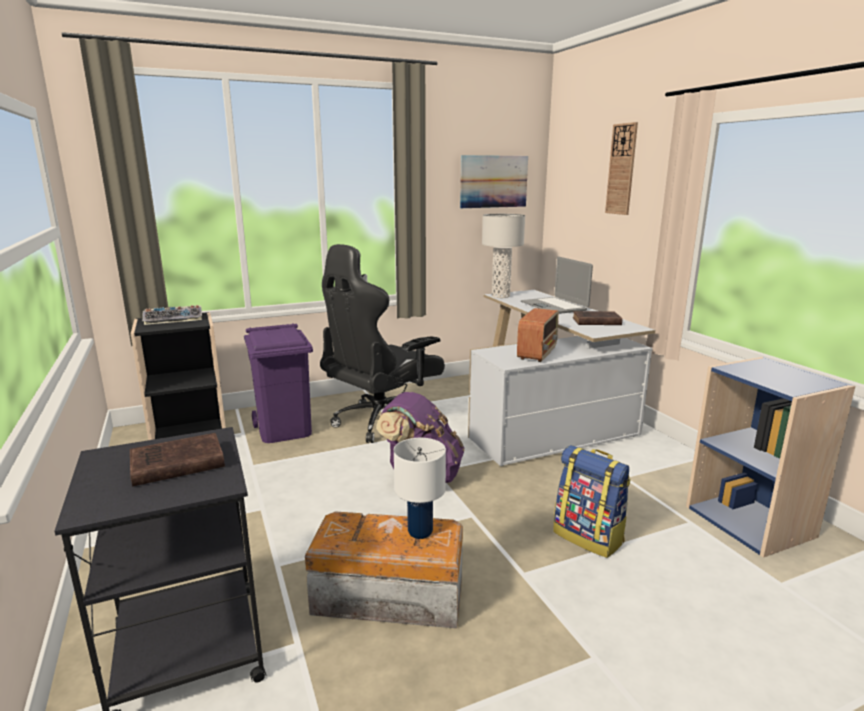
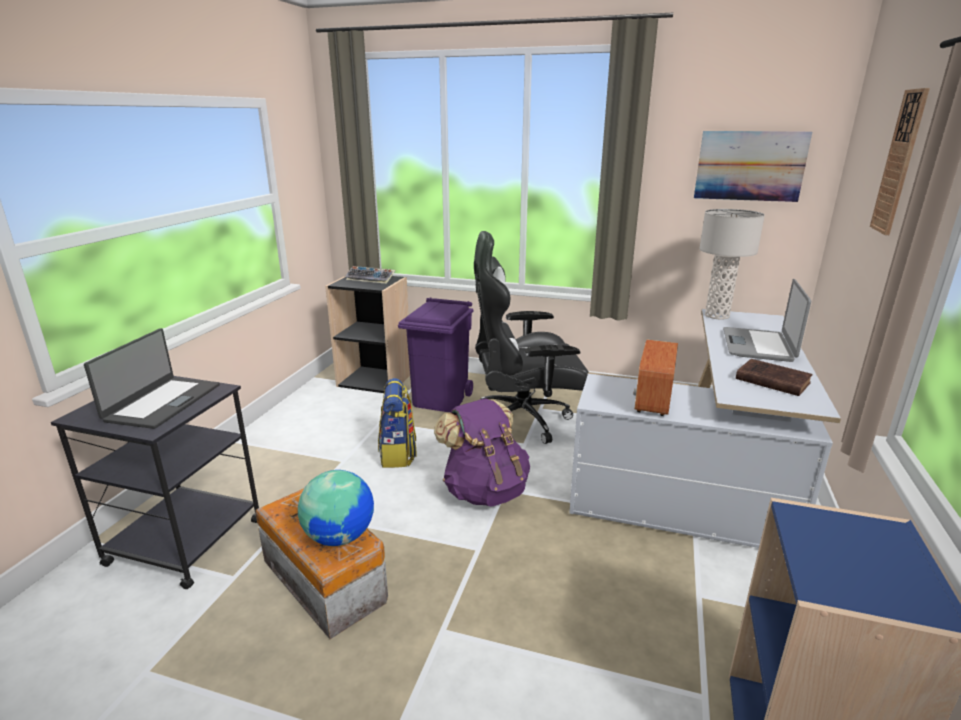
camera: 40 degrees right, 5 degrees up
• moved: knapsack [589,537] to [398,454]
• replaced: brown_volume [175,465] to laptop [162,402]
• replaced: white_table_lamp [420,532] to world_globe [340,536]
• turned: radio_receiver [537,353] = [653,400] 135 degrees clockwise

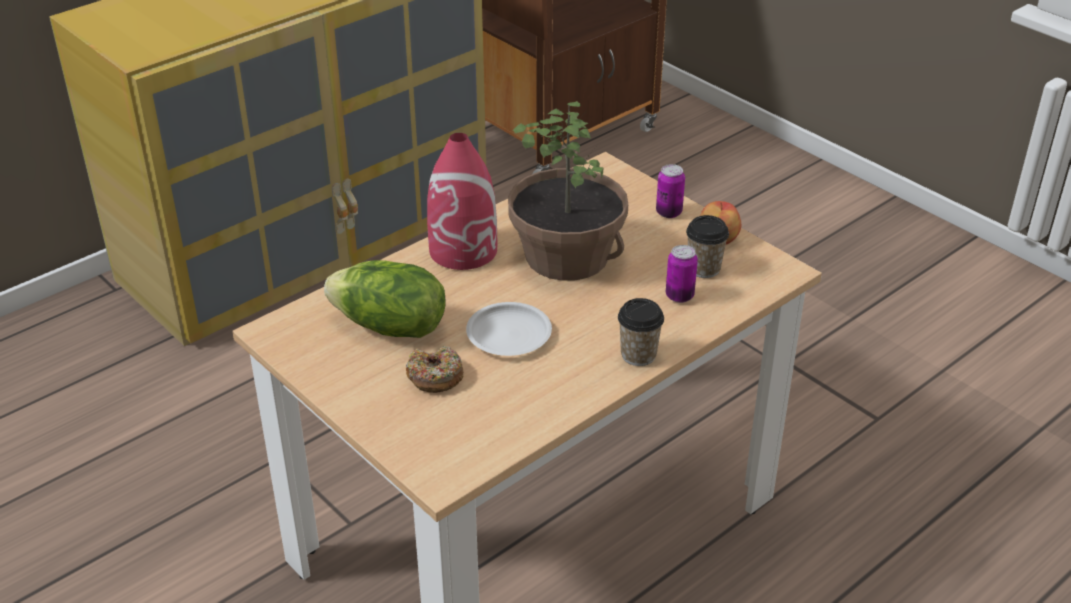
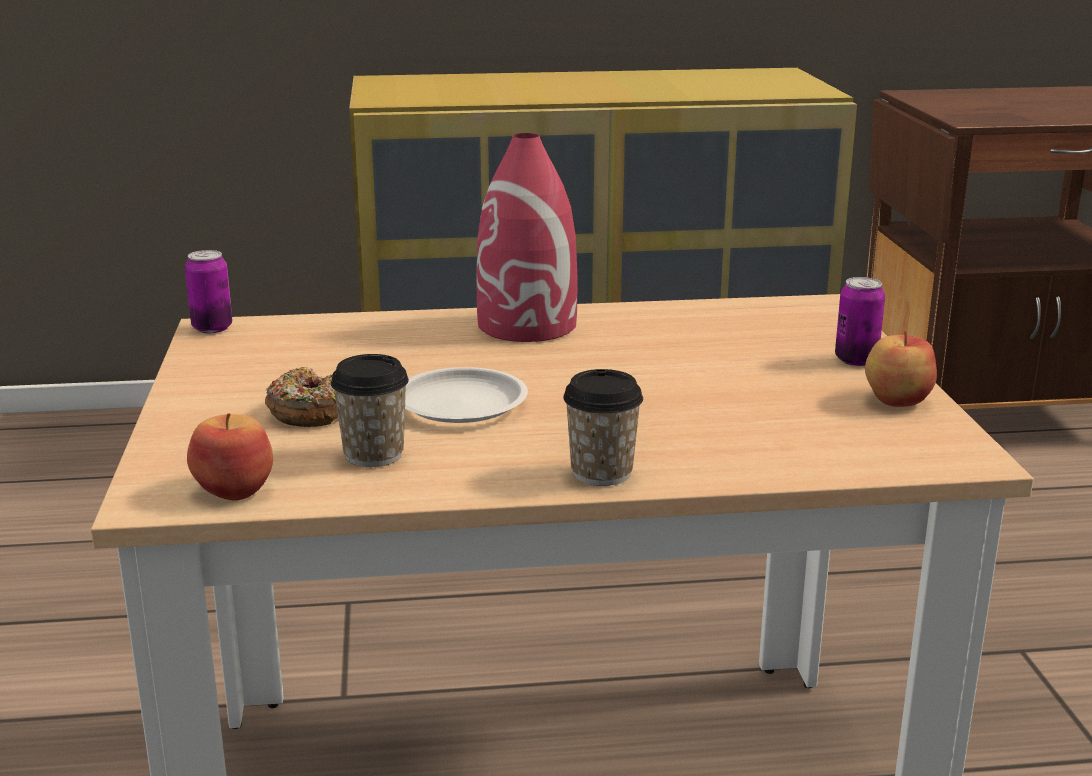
camera: 35 degrees right, 15 degrees down
• removed: head_of_lettuce [390,327]
• removed: houseplant [567,255]
• added: whole_apple [235,488]
• moved: can [679,296] to [212,328]
• moved: cup [704,269] to [373,454]

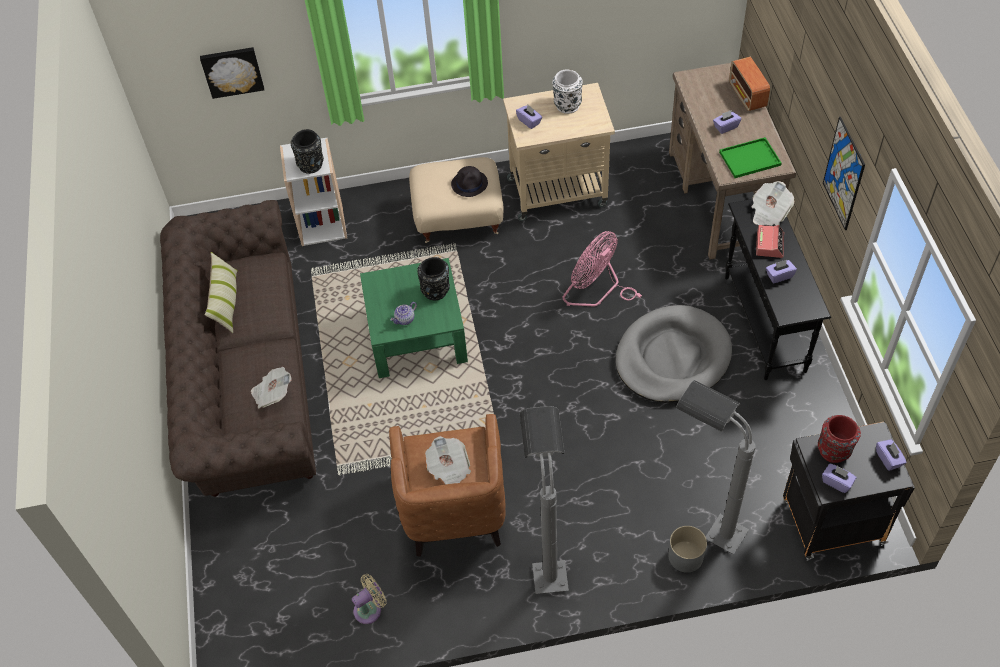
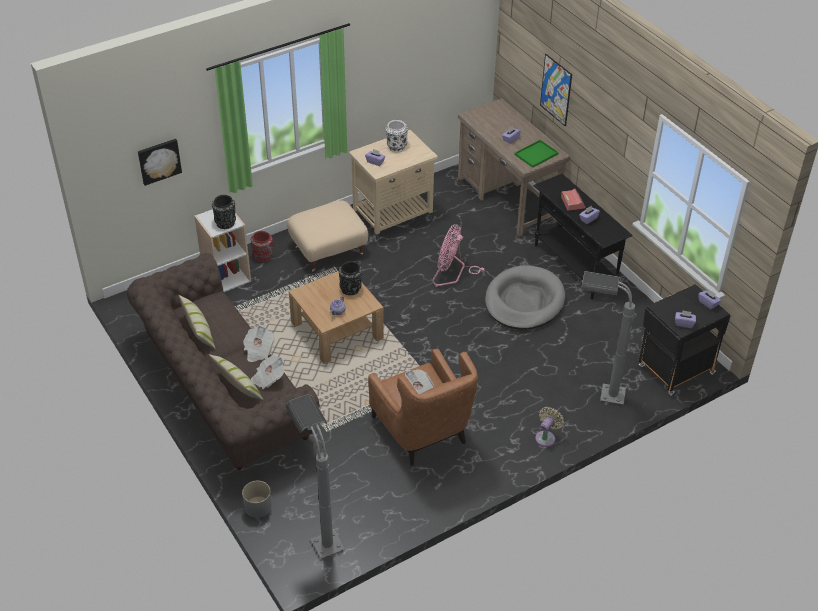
camera: 25 degrees left, 10 degrees down
• removed: black_clothing_hat [469,184]
• removed: radio_receiver [747,96]
• added: cushion [237,385]
• moved: beige_fan [370,609] to [546,437]
• moved: gray_standard_lamp [546,557] to [319,532]
• moved: gray_planter [685,556] to [258,507]
• moved: newspaper [769,212] to [258,350]
• moved: red_decorative_vase [834,451] to [263,256]
• moved: wall_art [843,174] to [556,90]
• recoloured: green_coffee_table [416,334] to brown_coffee_table [337,330]

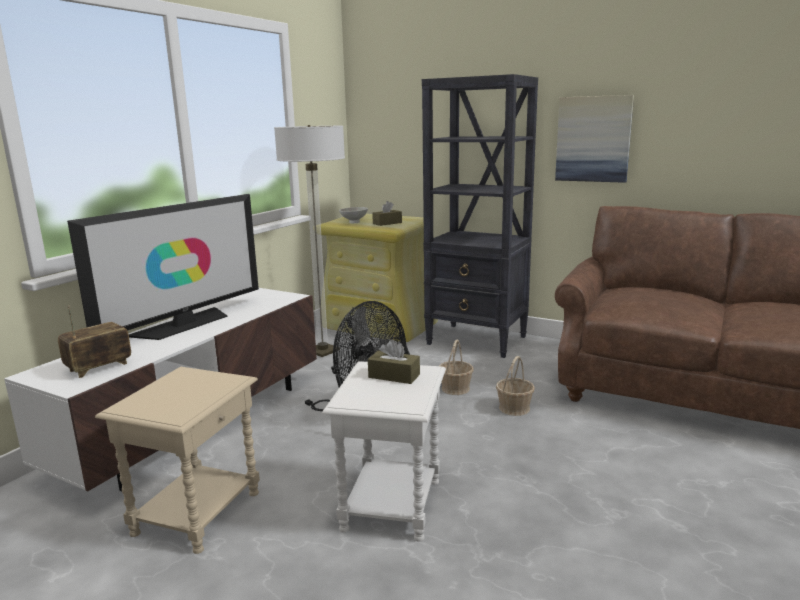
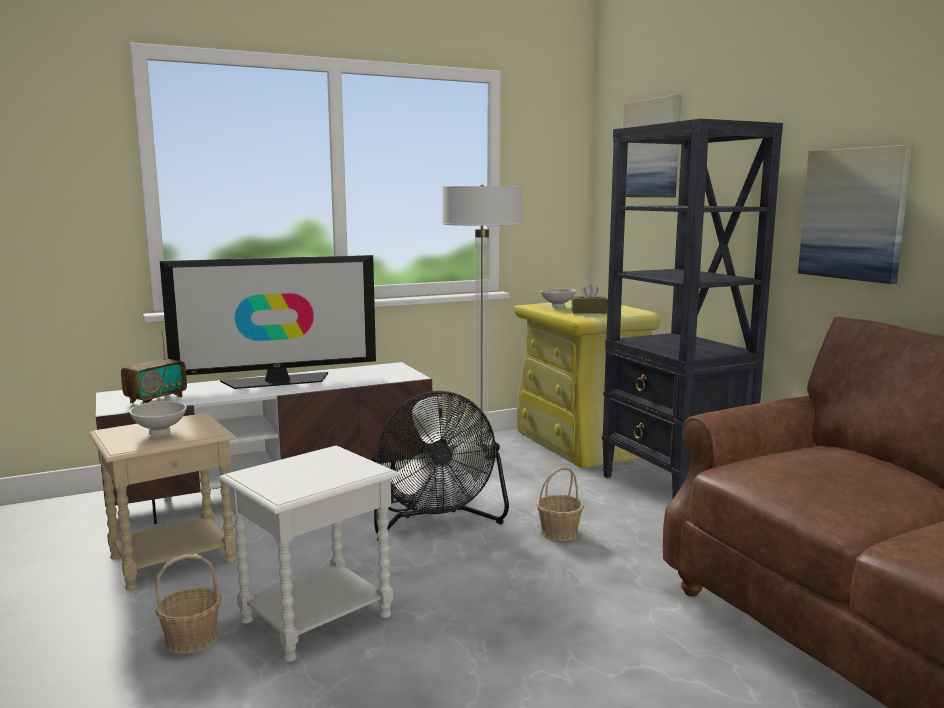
camera: 35 degrees right, 5 degrees down
• removed: brown_tissue_holder [394,376]
• added: white_serving_bowl [161,432]
• added: wall_art [651,149]
• moved: household_basket [514,408] to [192,639]
• turned: radio_receiver [99,367] = [156,399] 135 degrees clockwise

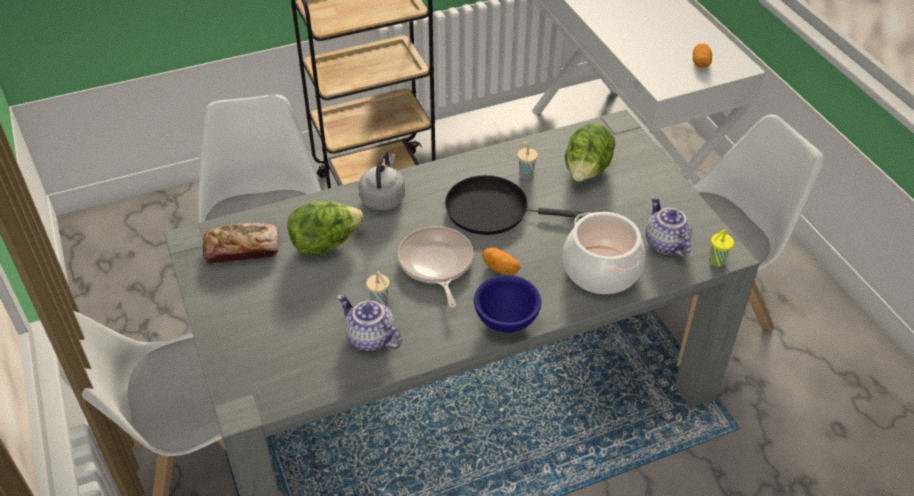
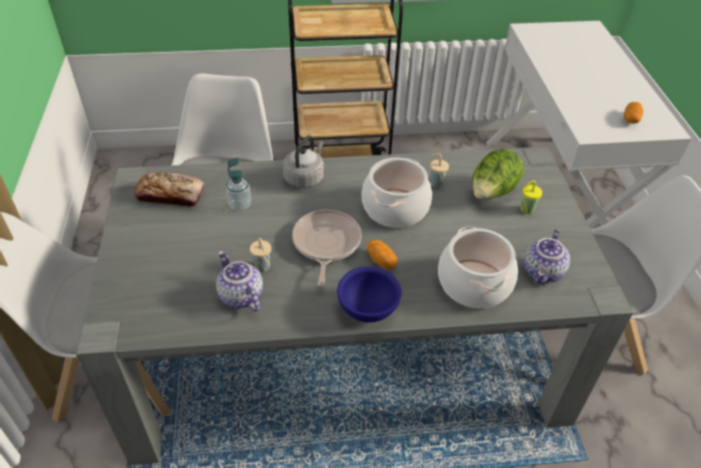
camera: 15 degrees right, 0 degrees up
• moved: yellowish_cup [716,261] to [526,210]
• replaced: head_of_lettuce [325,243] to soap_dispenser [240,205]
• replaced: black_skillet [493,210] to cooking_pot [395,208]
• turned: tea_pot [664,243] = [543,272] 150 degrees counterclockwise

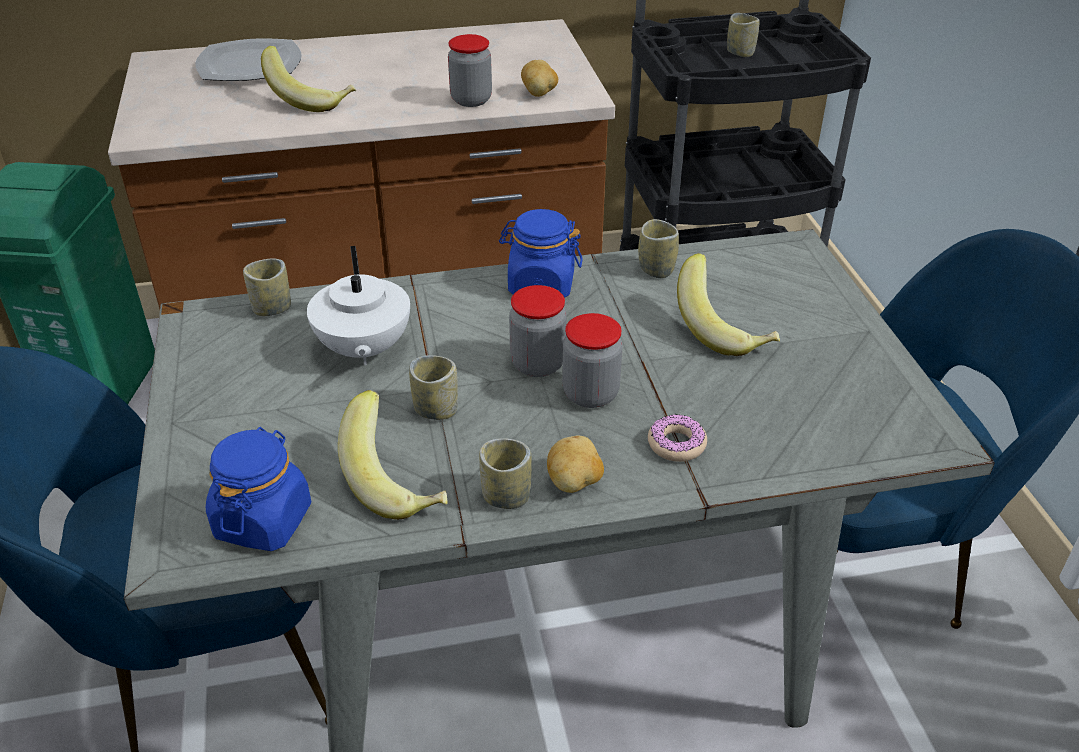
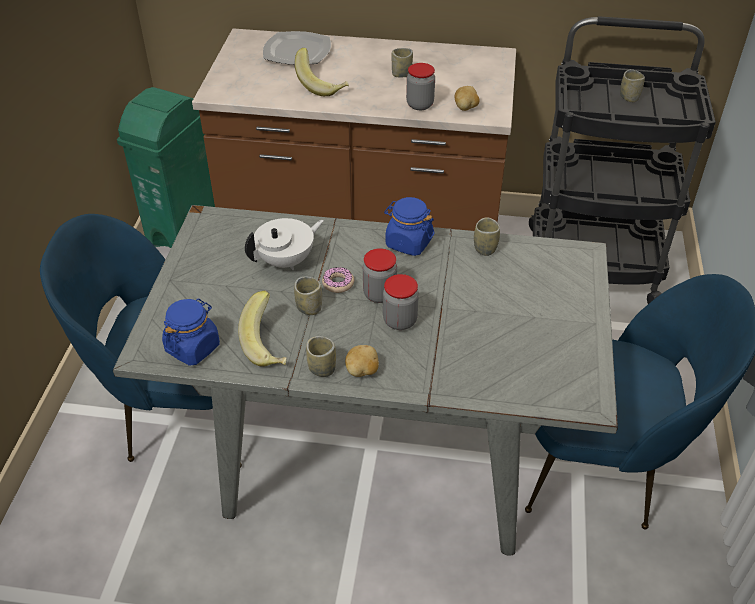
camera: 20 degrees right, 5 degrees up
• removed: banana [724,330]
• moved: cup [272,308] to [401,74]
• moved: ring_doughnut [676,444] to [338,283]
• turned: white_tea_pot [363,350] = [286,261] 135 degrees counterclockwise

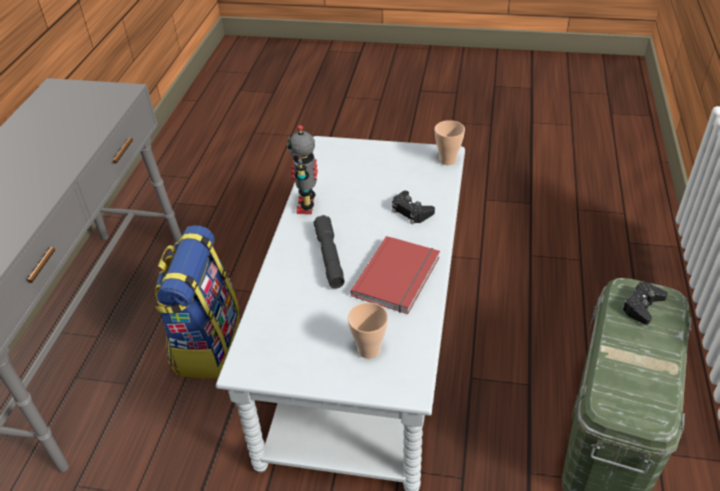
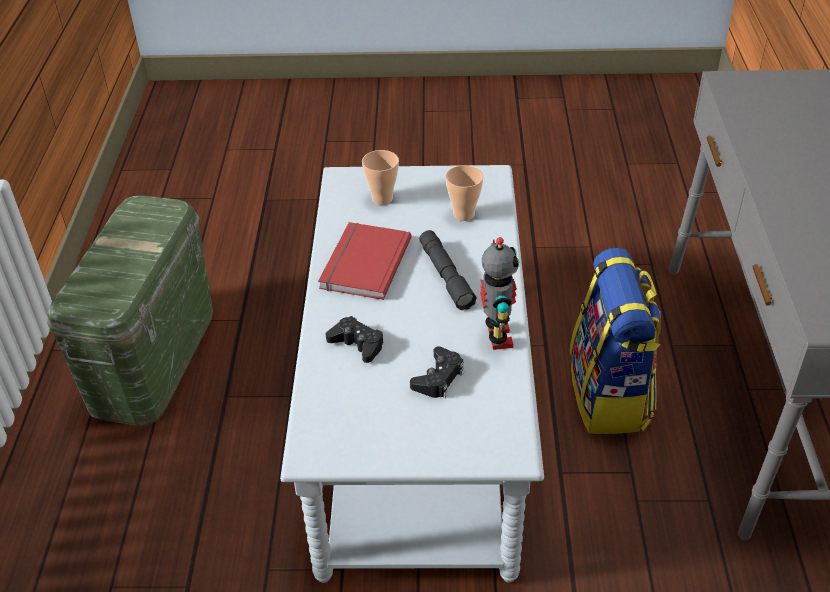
camera: 170 degrees right, 0 degrees up
• moved: cup [447,160] to [464,214]
• moved: black_gamepad [642,306] to [438,378]

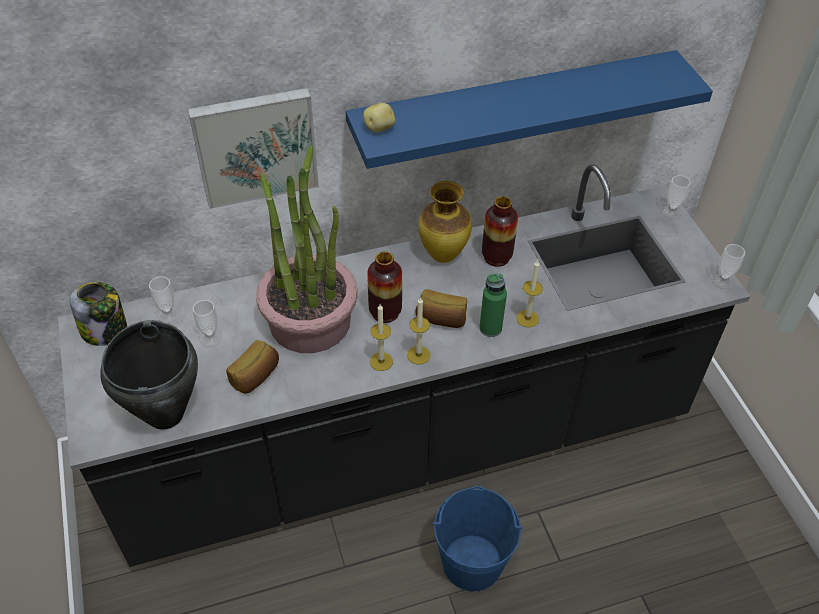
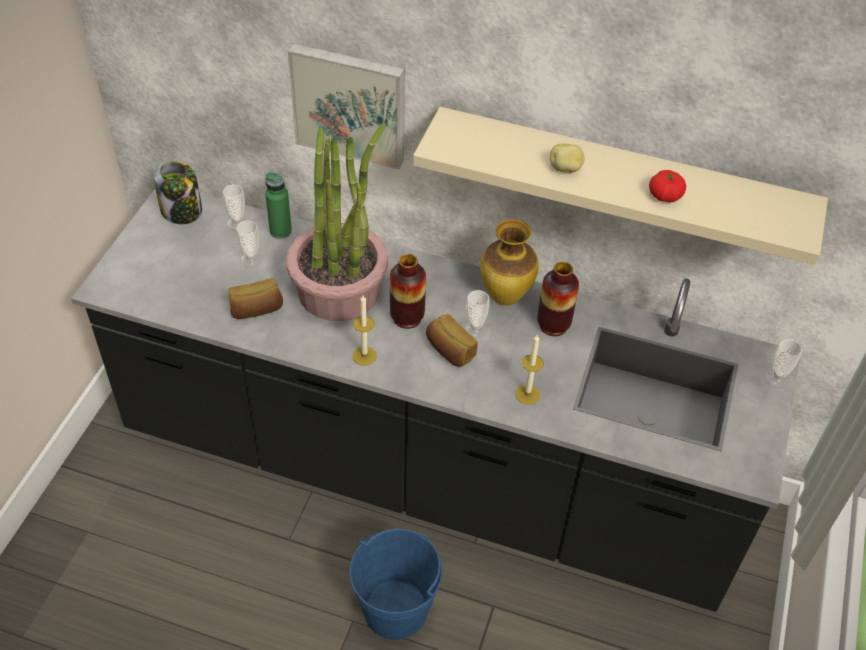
camera: 35 degrees right, 0 degrees up
• removed: black_cooking_pot [164,415]
• removed: wax_candle [418,355]
• added: tomato [665,196]
• moved: whole_potato [380,128] to [565,169]
• moved: green_bottle [490,328] to [280,231]
• moved: cup [722,281] to [475,329]
• recoloured: blue-coloured_wall_shelf [514,109] to beige_wall_shelf [620,181]

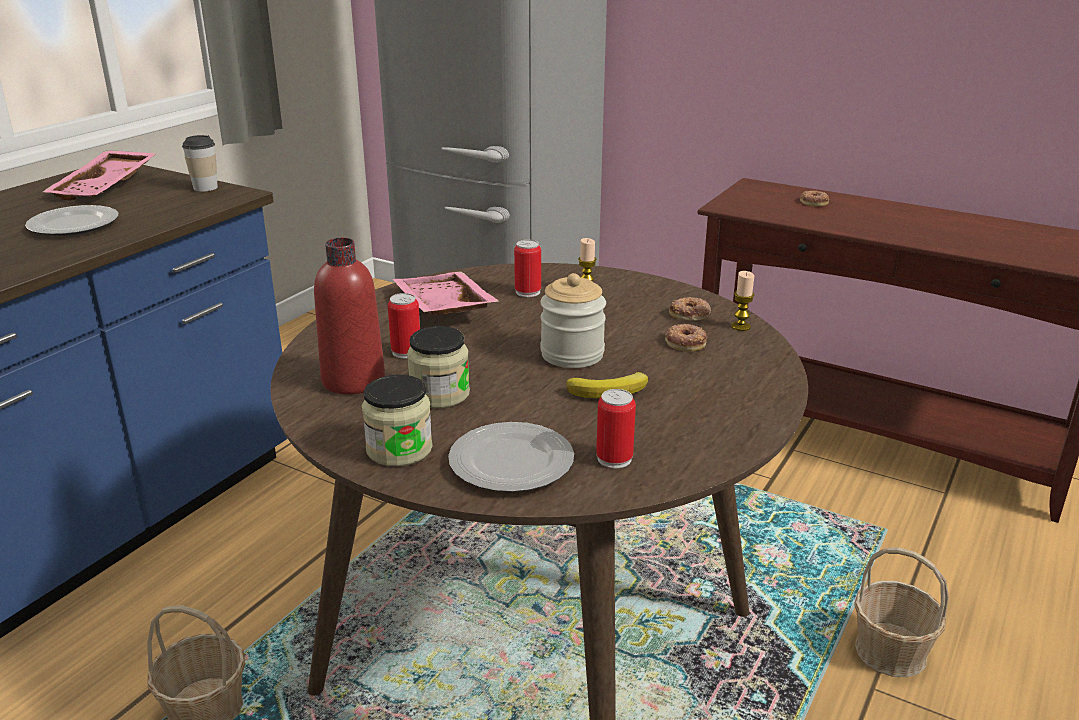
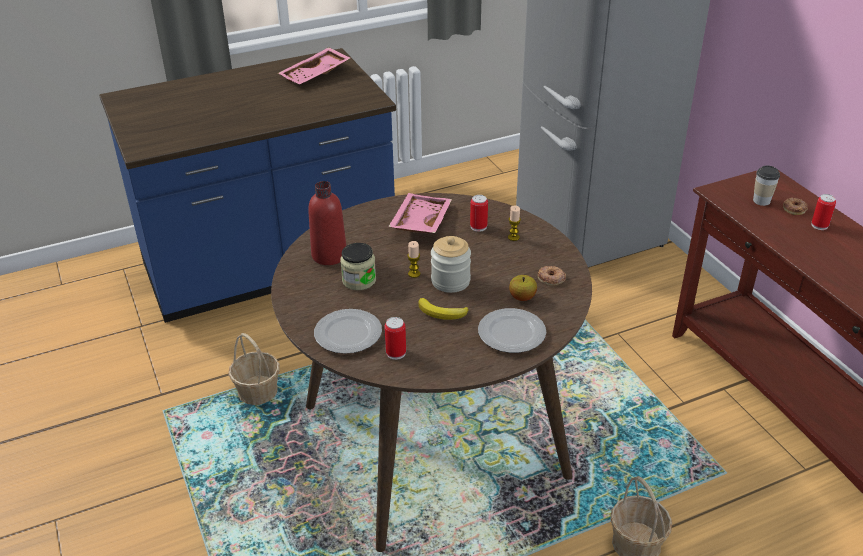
camera: 35 degrees right, 10 degrees up
• removed: preserve_jar [399,449]
• moved: plate [74,225] to [512,333]
• moved: cup [205,187] to [761,201]
• moved: can [406,352] to [819,225]
• moved: wax_candle [740,326] to [414,274]
• replaced: ring_doughnut [686,342] to whole_apple [522,297]

